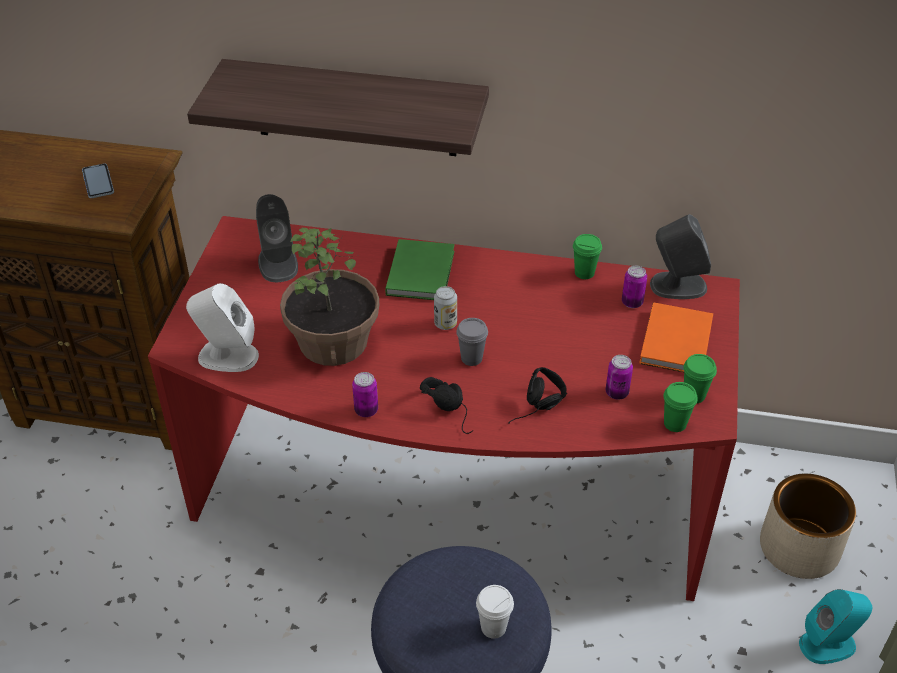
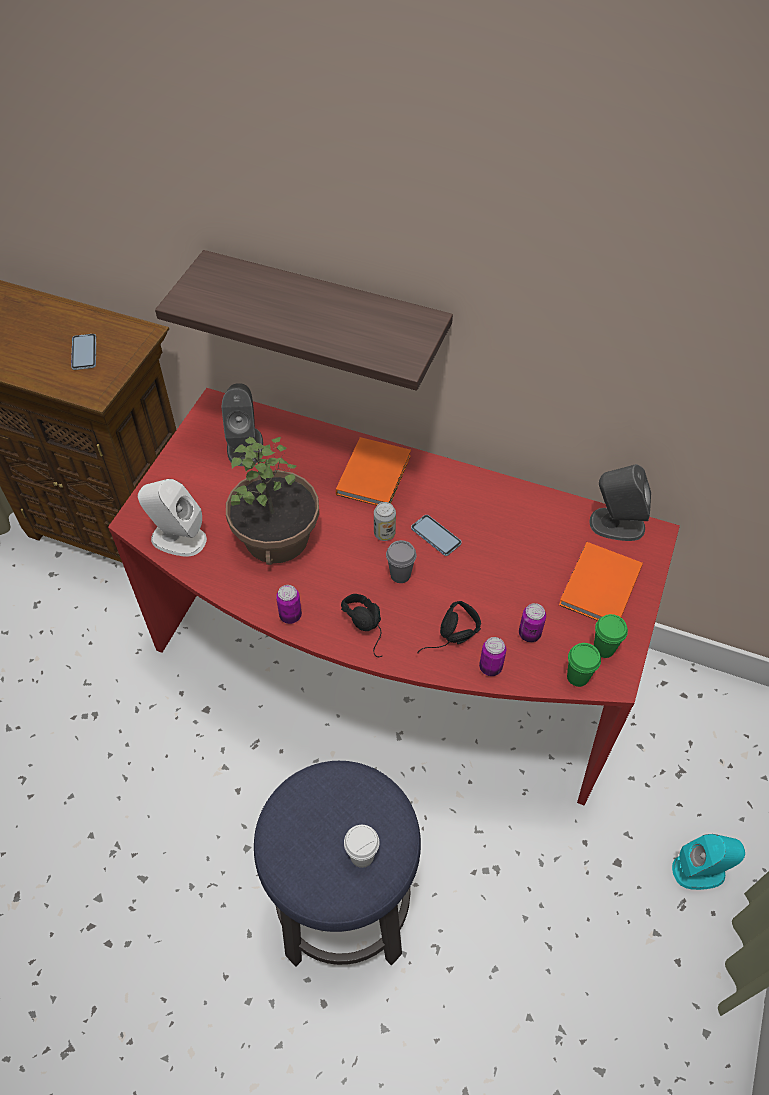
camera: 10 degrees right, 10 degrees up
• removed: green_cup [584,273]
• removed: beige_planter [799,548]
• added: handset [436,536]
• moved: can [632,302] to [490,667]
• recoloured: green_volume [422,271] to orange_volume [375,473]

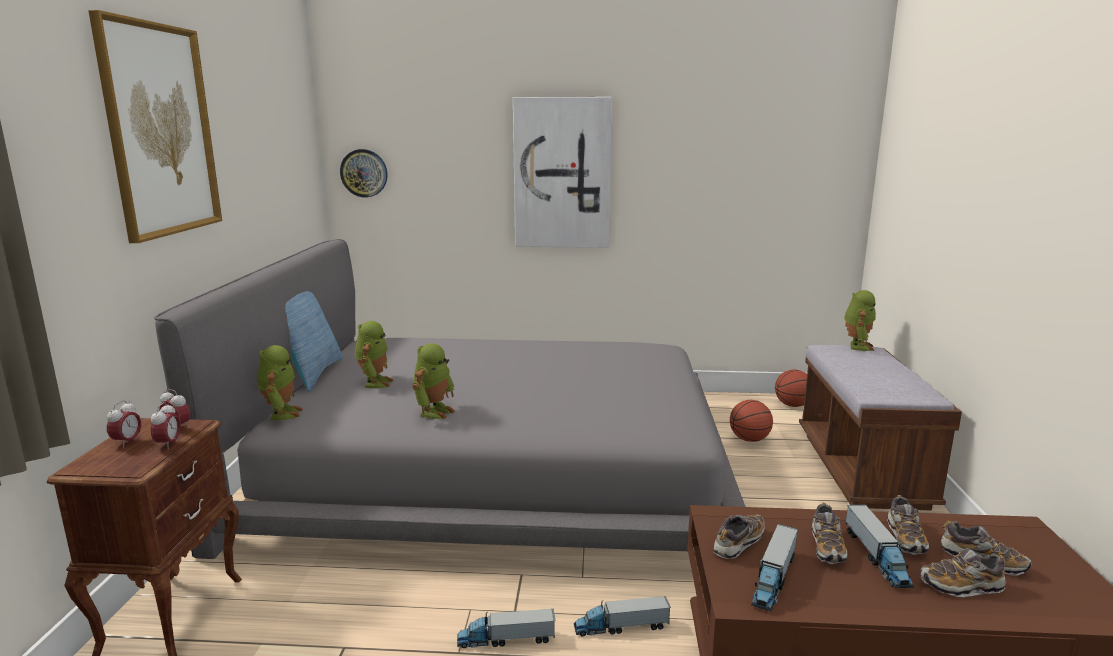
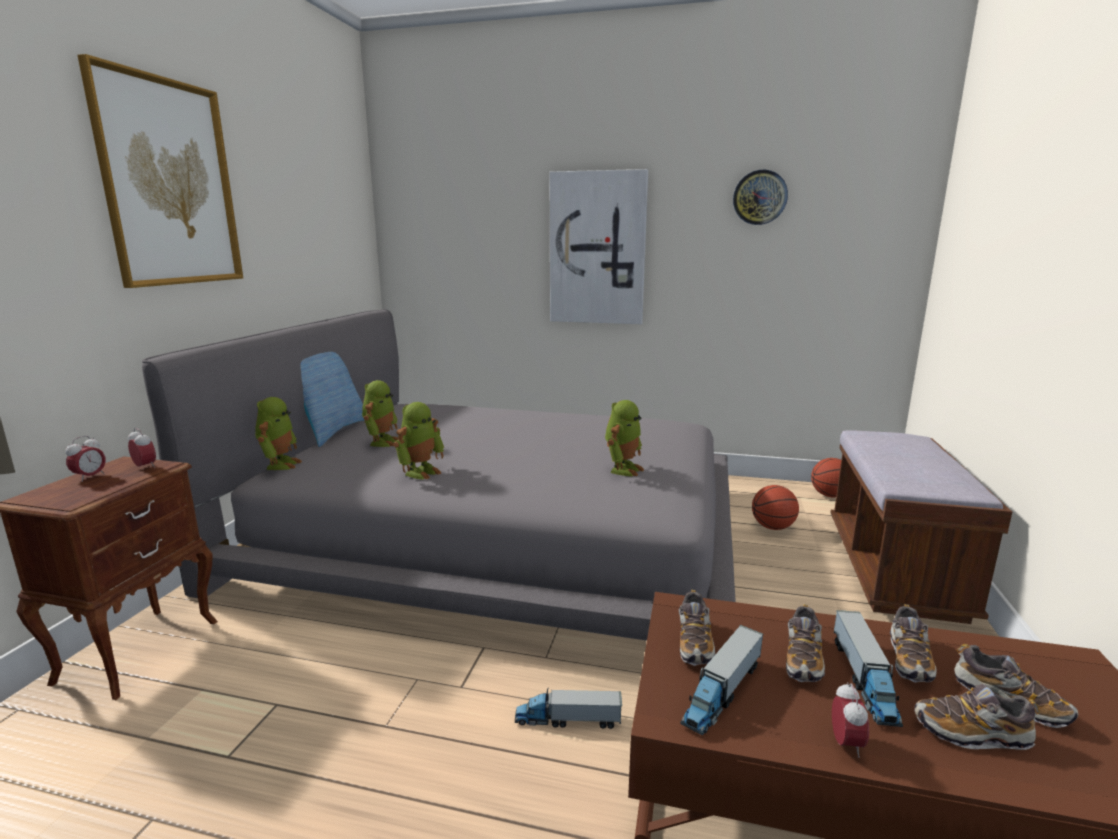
camera: 10 degrees right, 0 degrees up
• removed: model_truck [506,639]
• moved: table_clock [168,444] to [845,744]
• moved: wall_clock [364,173] to [760,197]
• moved: robot_figure [857,346] to [623,469]
• turned: shoe [738,543] = [694,643] 135 degrees clockwise

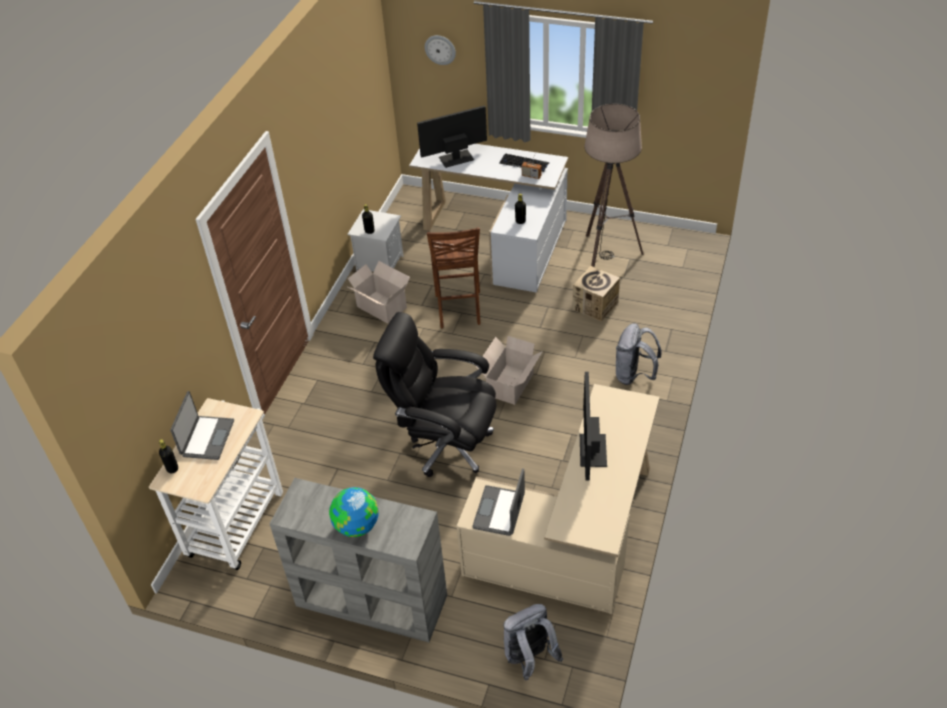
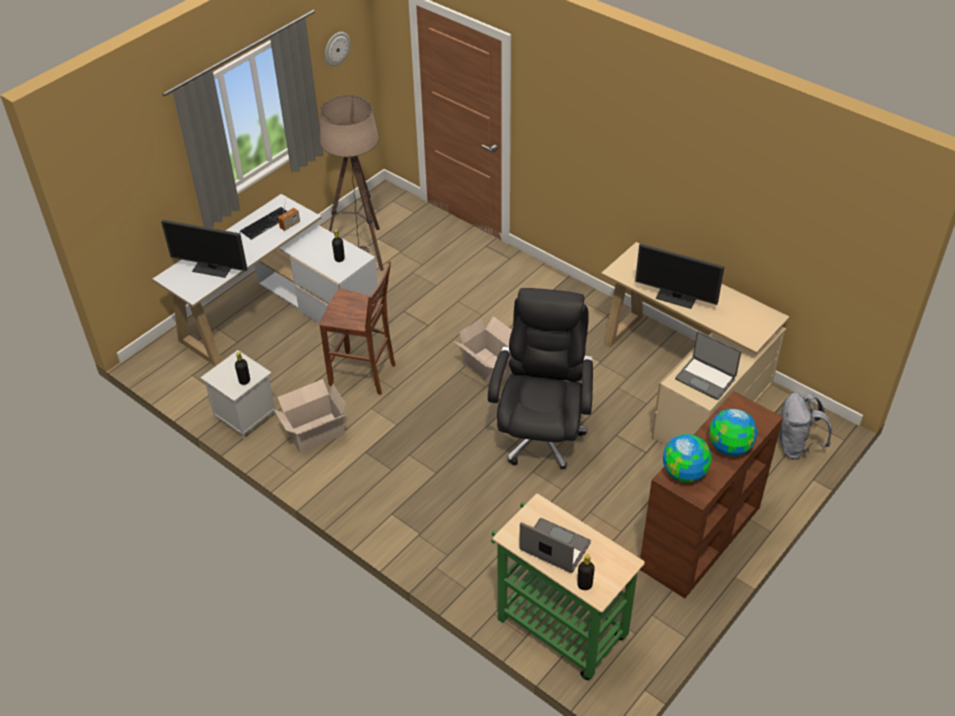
camera: 70 degrees left, 0 degrees up
• removed: cardboard_box [595,306]
• removed: gray_knapsack [634,375]
• added: world_globe [684,472]
• moved: wall_clock [440,49] to [336,48]
• recoloured: white_trolley [237,523] to green_trolley [559,628]
• recoloured: gray_bookshelf [371,601] to brown_bookshelf [701,538]
• turned: black_desk_chair [445,446] = [541,435] 150 degrees clockwise
• turned: computer_display [455,158] = [213,267] 75 degrees counterclockwise

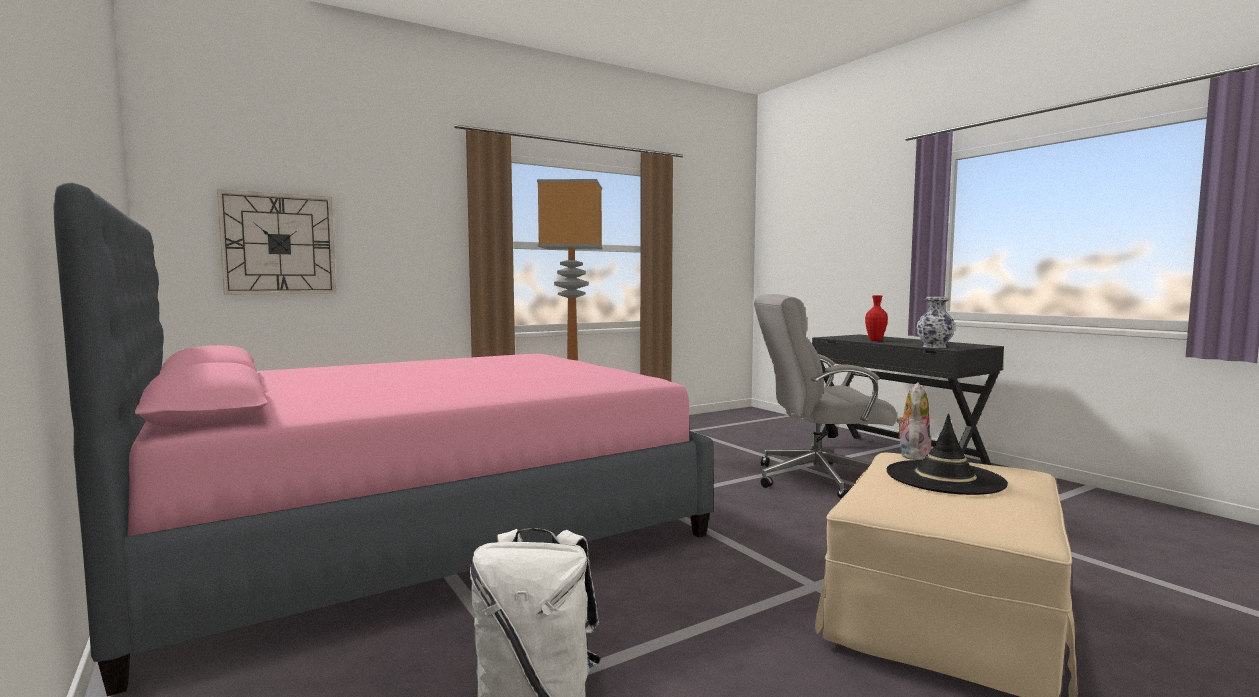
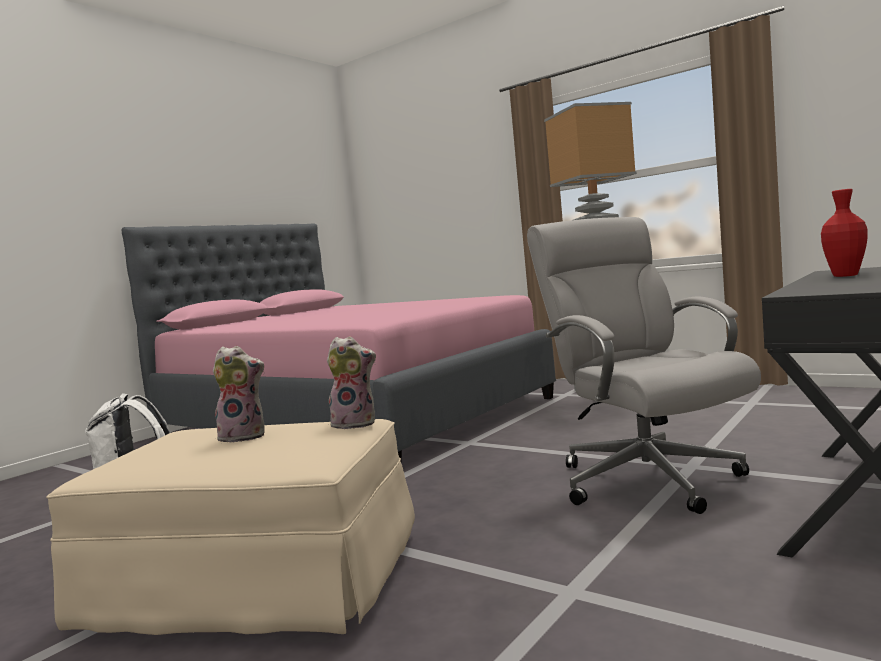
camera: 70 degrees right, 0 degrees up
• removed: wall_clock [279,244]
• removed: decorative_vase [934,347]
• replaced: black_clothing_hat [944,478] to plush_toy [245,436]

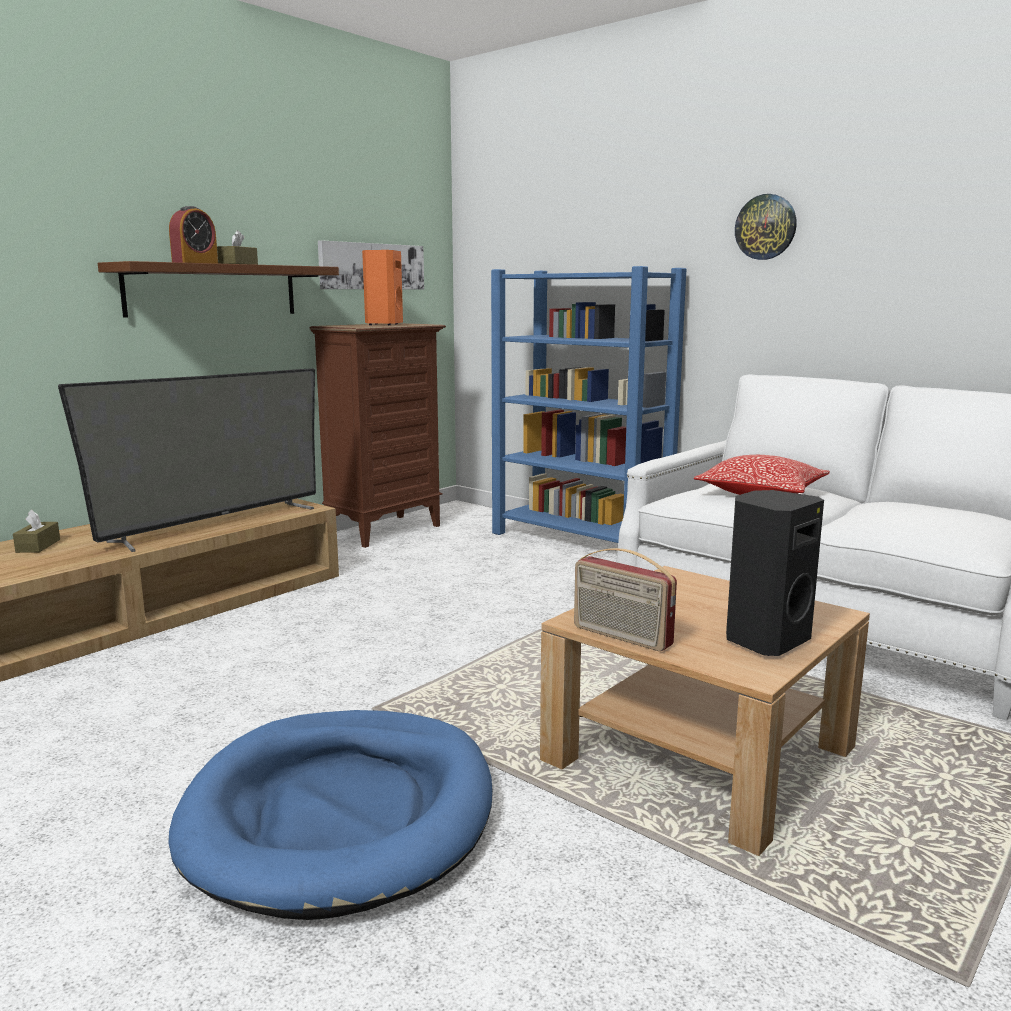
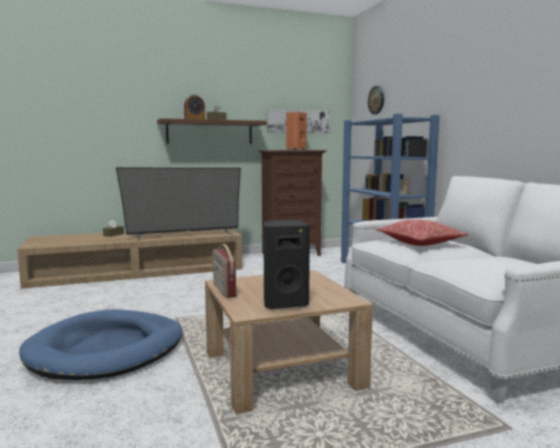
camera: 30 degrees right, 5 degrees down
• moved: wall_clock [765,227] to [376,100]

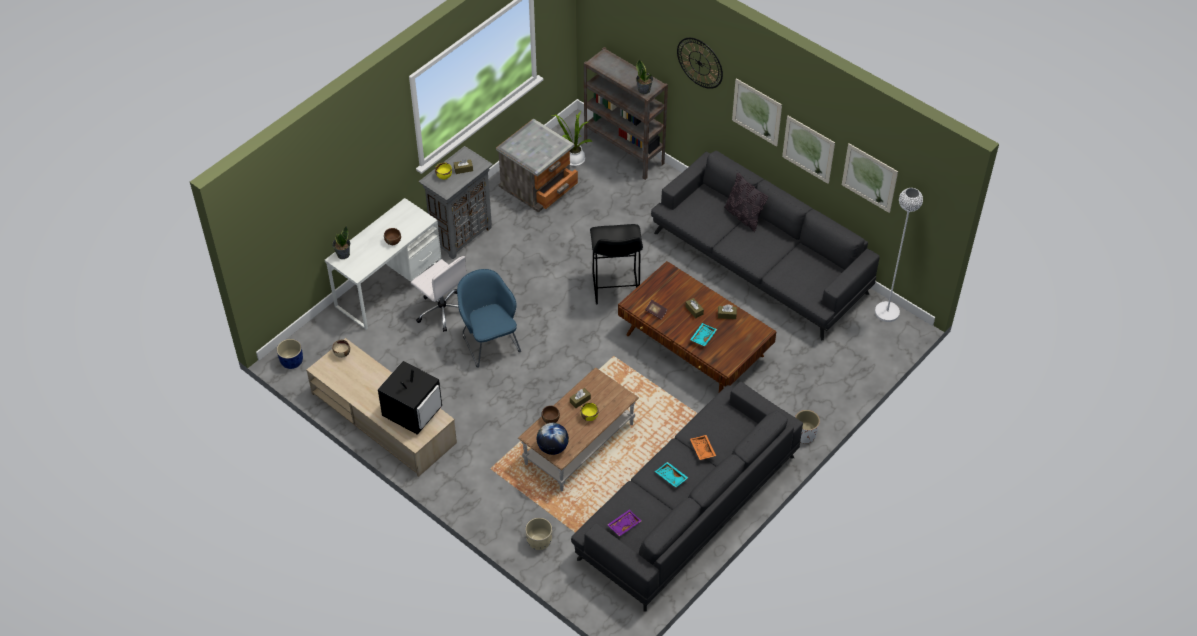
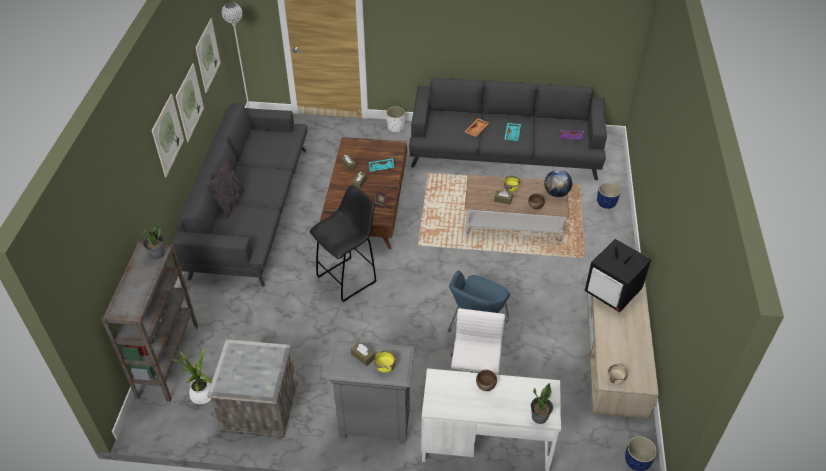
camera: 125 degrees left, 5 degrees down
• removed: wall_clock [699,63]
• recoloured: beige_planter [539,541] to blue-coloured_planter [606,203]
• turned: TV_set [413,412] = [613,292] 135 degrees counterclockwise

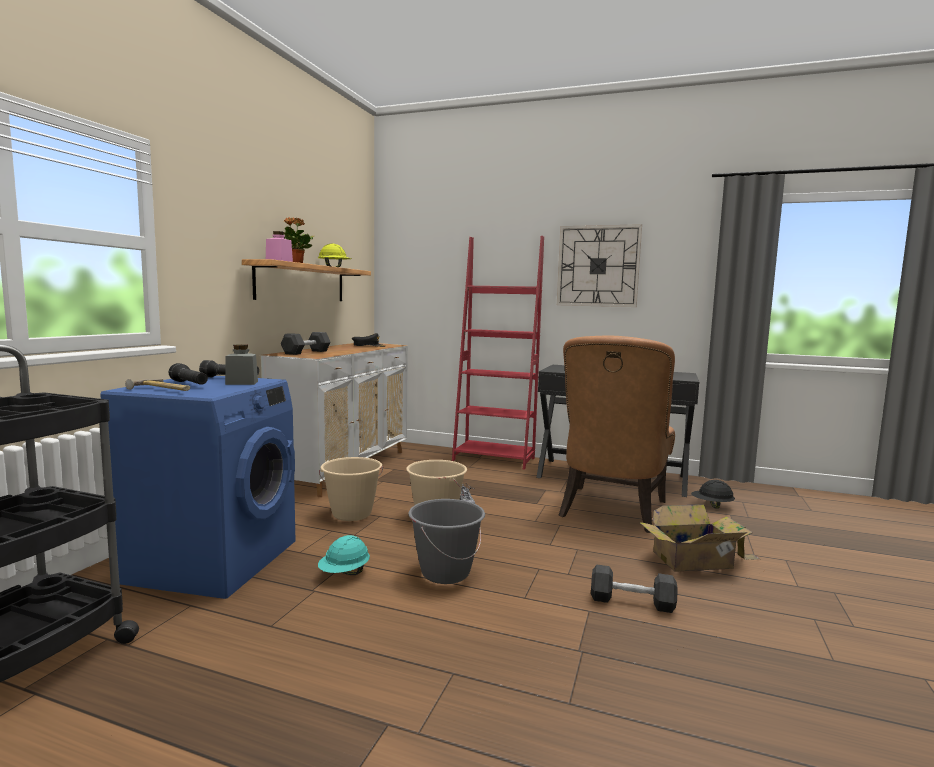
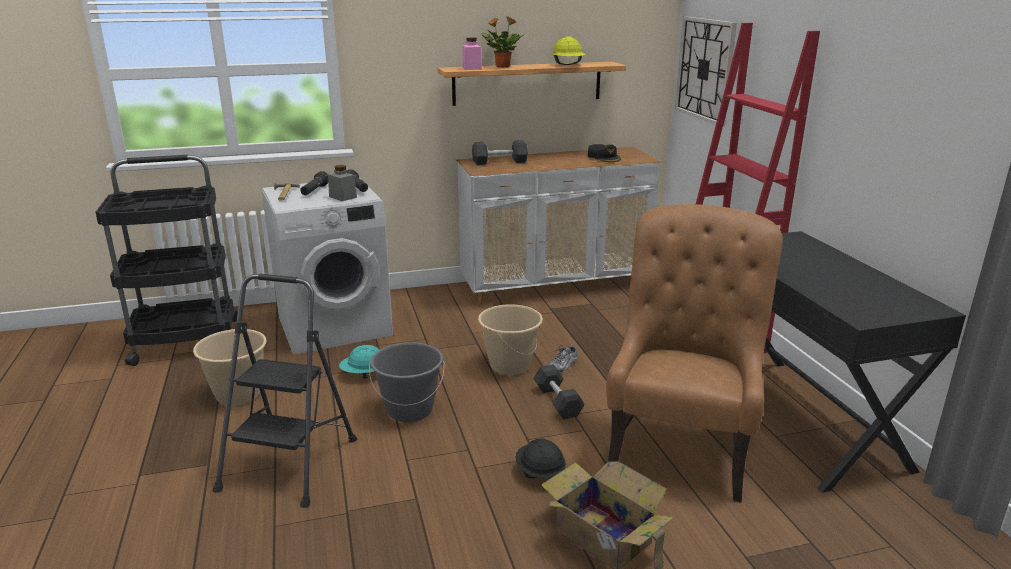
camera: 55 degrees right, 15 degrees up
• added: black_step_stool [291,460]
• moved: beige_water_bucket [352,514] to [238,395]
• moved: wall_clock [598,266] to [705,69]
• moved: black_dumbbell [632,602] to [557,401]
• moved: black_work_helmet [711,506] to [539,473]
• recoloured: blue-coloured_laundry_machine [215,560] to white_laundry_machine [335,326]
• turned: brown_upright_chair [612,509] = [680,448] 120 degrees clockwise

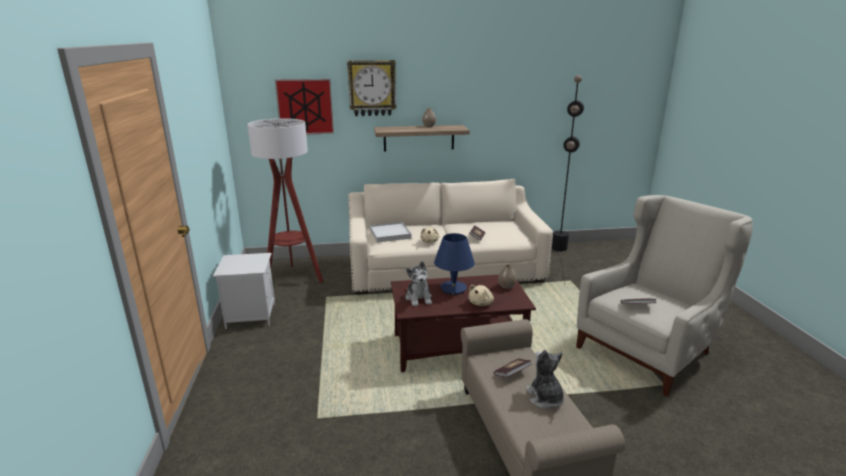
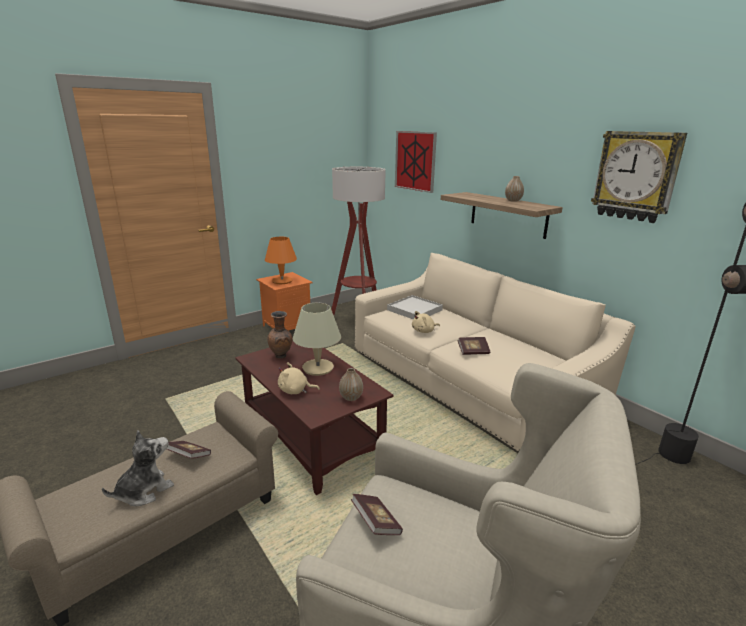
camera: 60 degrees right, 0 degrees up
• added: orange_table_lamp [282,281]
• moved: wall_clock [372,88] to [636,176]
• replaced: plush_toy [419,298] to brown_decorative_vase [281,356]
• recoloured: gray_night_table [250,315] to orange_night_table [287,327]
• recoloured: blue-coloured_table_lamp [453,288] to beige_table_lamp [317,368]

